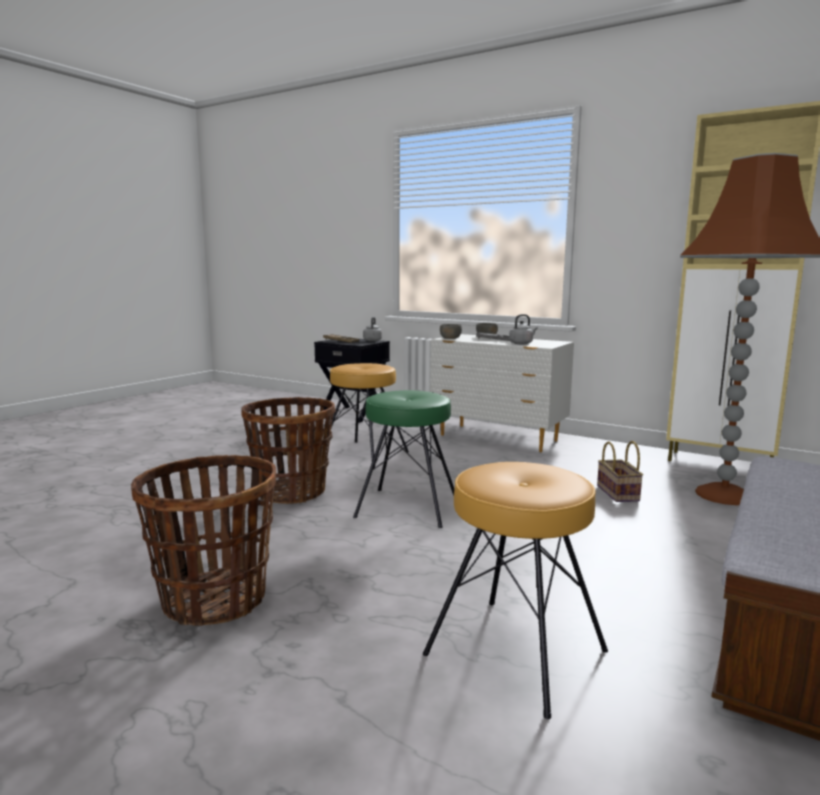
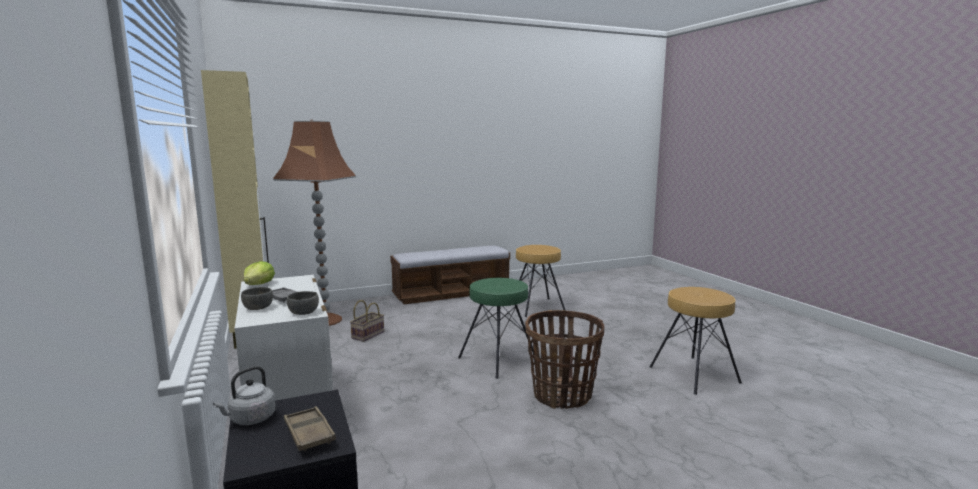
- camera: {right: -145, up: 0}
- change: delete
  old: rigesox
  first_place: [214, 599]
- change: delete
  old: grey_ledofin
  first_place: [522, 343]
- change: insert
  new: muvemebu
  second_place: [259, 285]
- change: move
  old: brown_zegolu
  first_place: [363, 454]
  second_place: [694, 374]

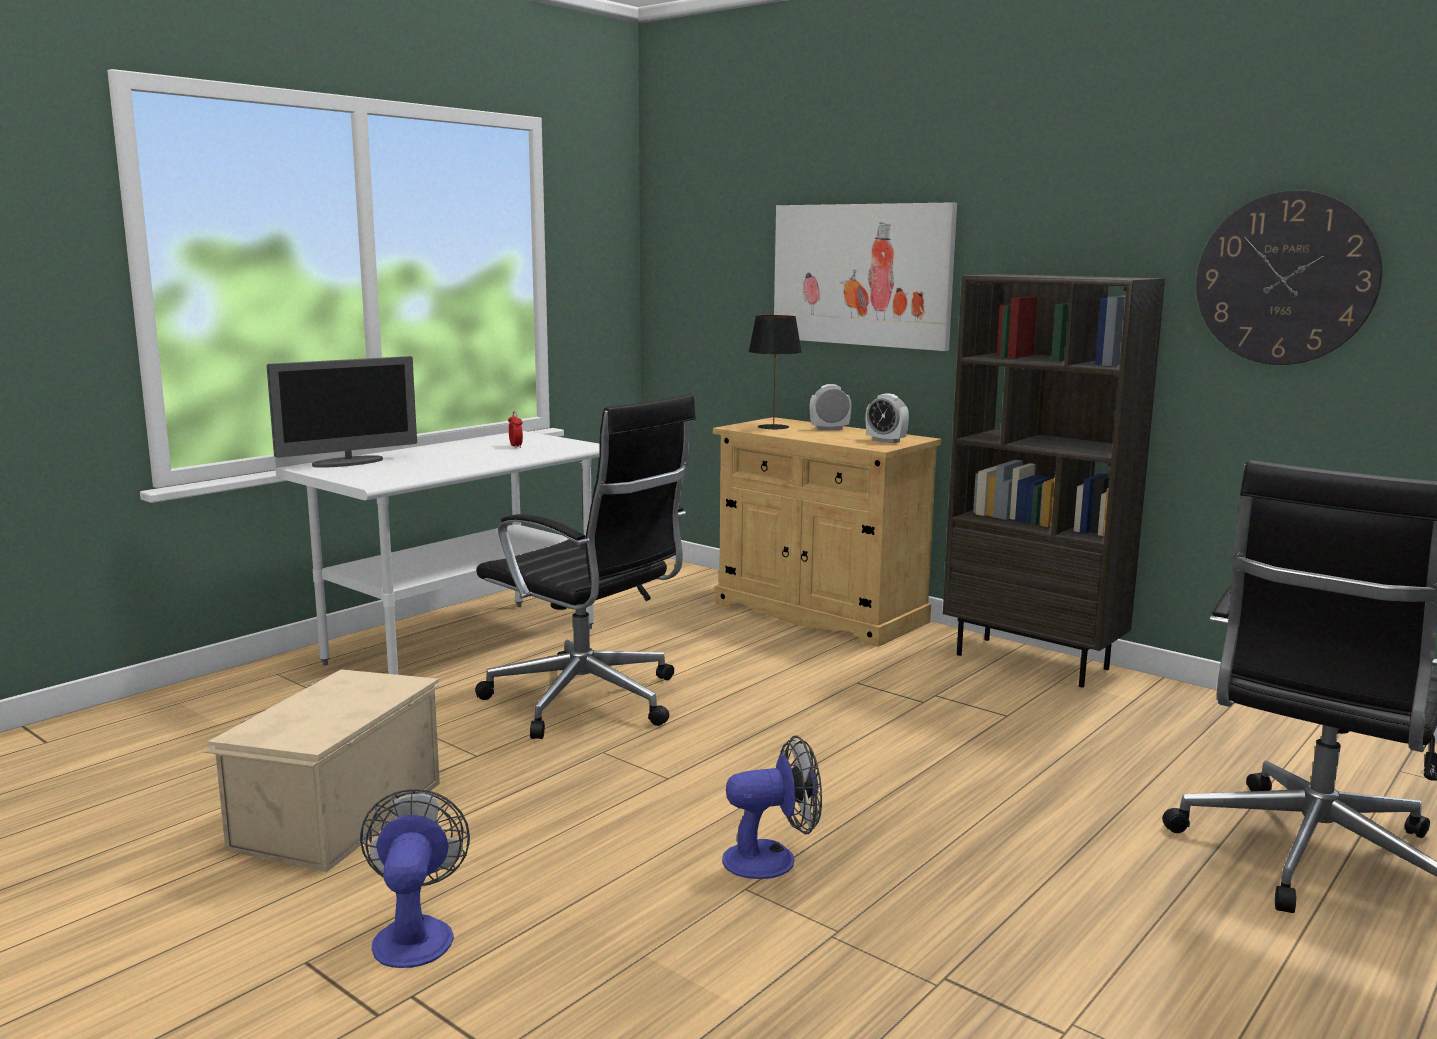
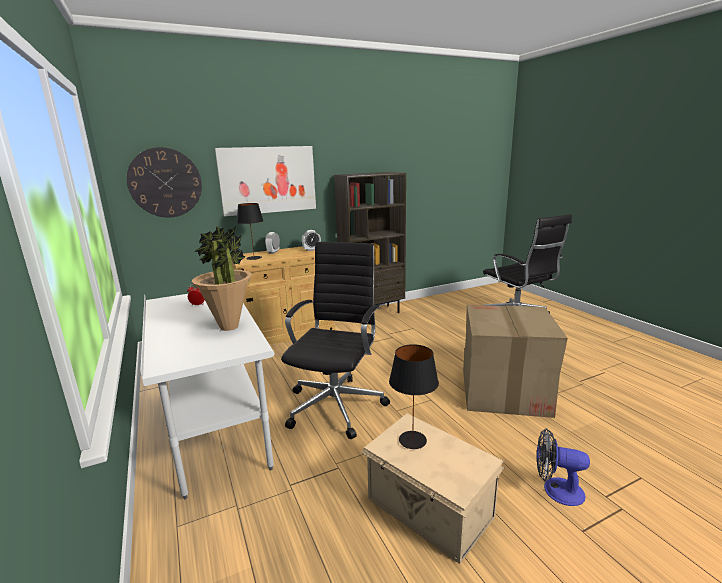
- camera: {right: -65, up: 5}
- change: delete
  old: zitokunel
  first_place: [348, 462]
- change: insert
  new: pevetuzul
  second_place: [229, 327]
- change: insert
  new: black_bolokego
  second_place: [412, 440]
- change: move
  old: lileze
  first_place: [1285, 278]
  second_place: [165, 183]
- change: replace
  old: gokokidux
  new: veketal
  first_place: [772, 858]
  second_place: [504, 391]
- change: rotate
  old: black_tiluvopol
  first_place: [588, 701]
  second_place: [337, 404]
  degrees: -45

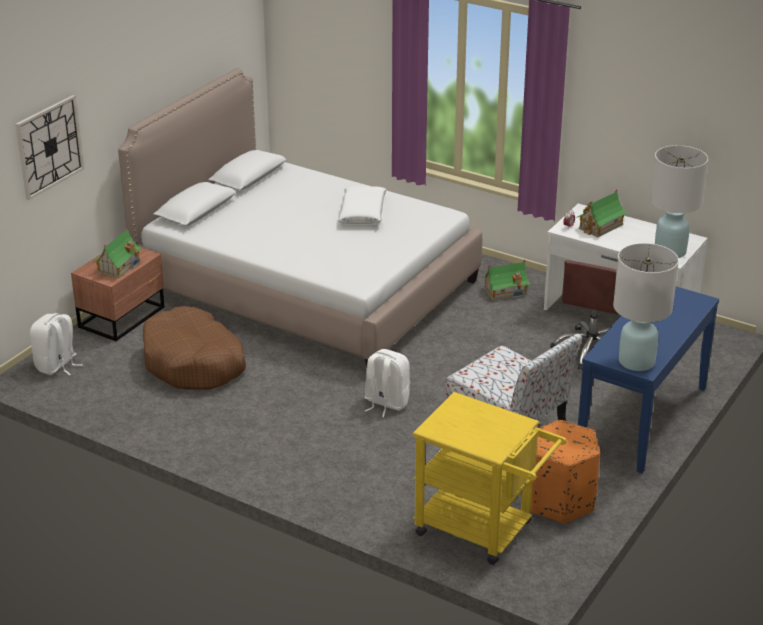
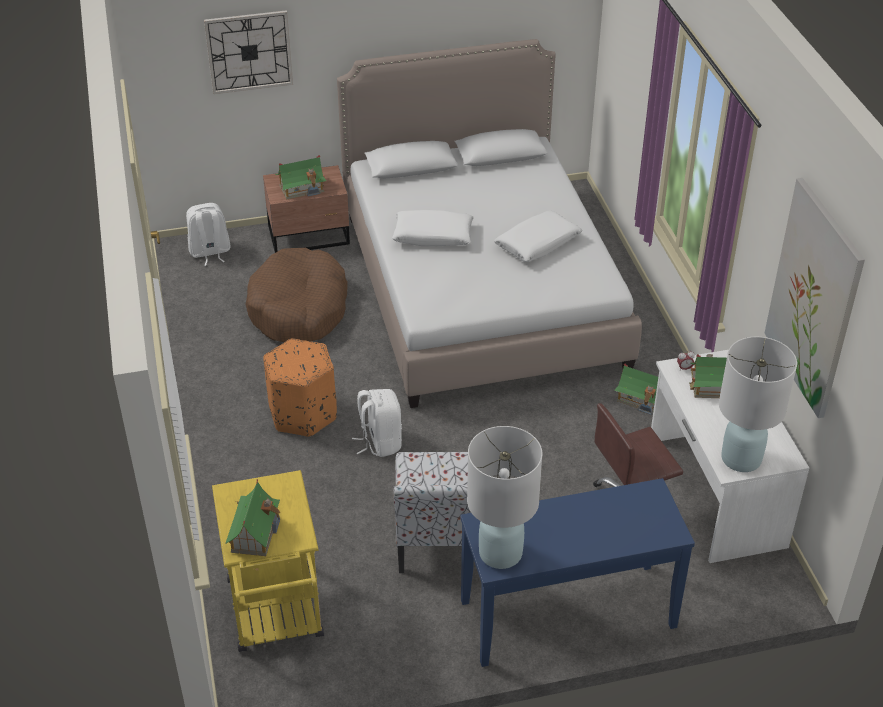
- camera: {right: 45, up: 10}
- change: insert
  new: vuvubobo
  second_place: [255, 533]
- change: insert
  new: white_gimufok
  second_place: [433, 236]
- change: insert
  new: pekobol
  second_place: [813, 299]
- change: move
  old: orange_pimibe
  first_place: [559, 501]
  second_place: [302, 414]

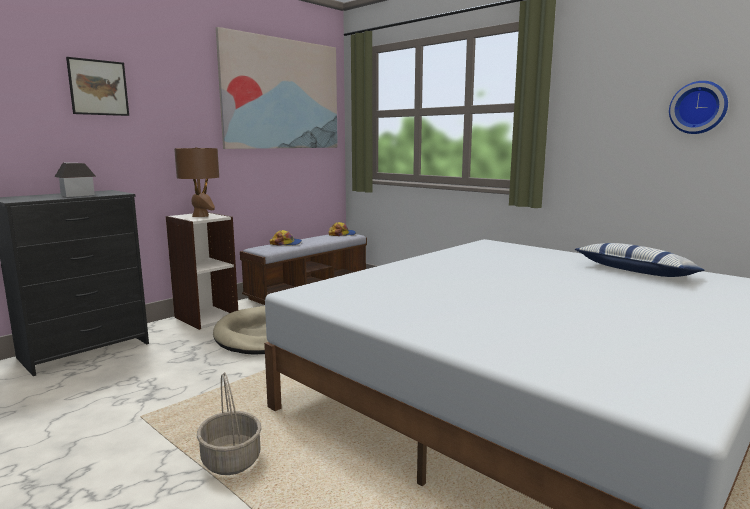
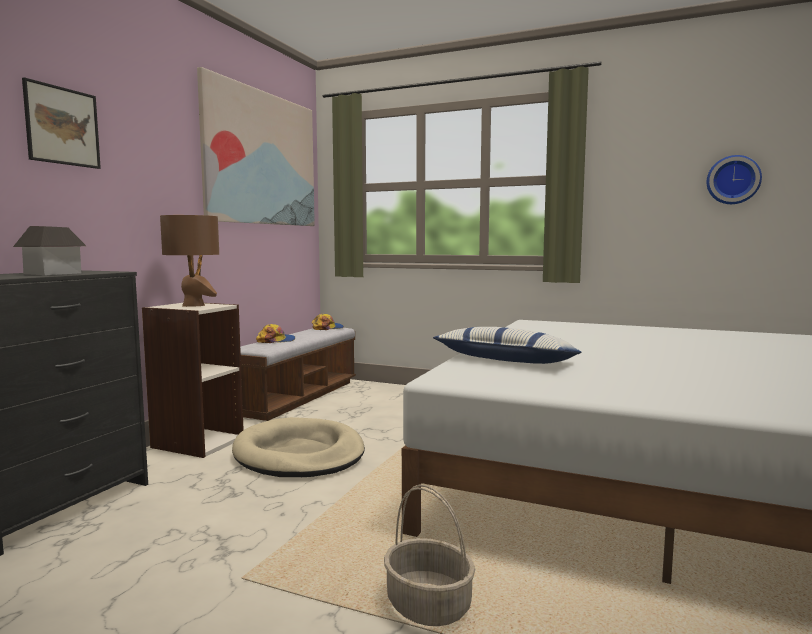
- camera: {right: -20, up: -5}
- change: move
  old: gimufok
  first_place: [635, 271]
  second_place: [506, 361]

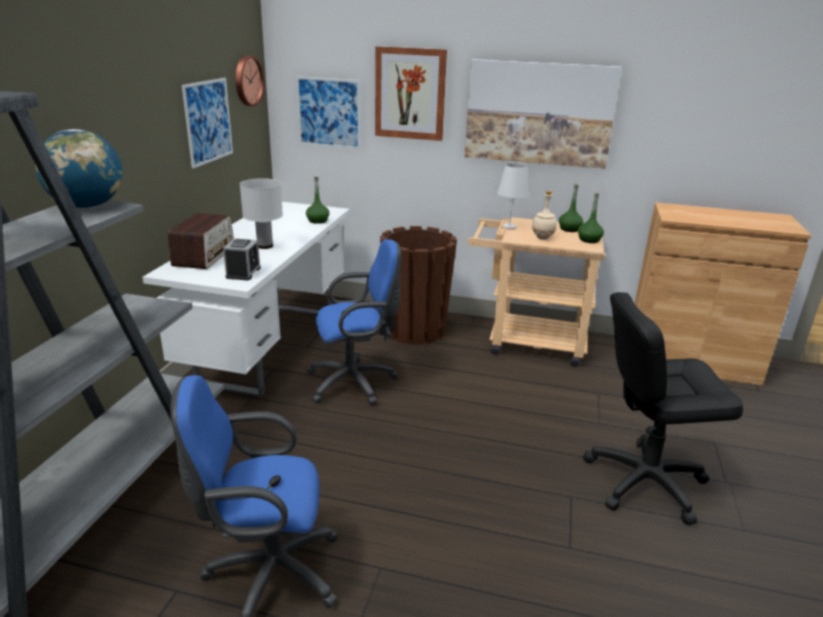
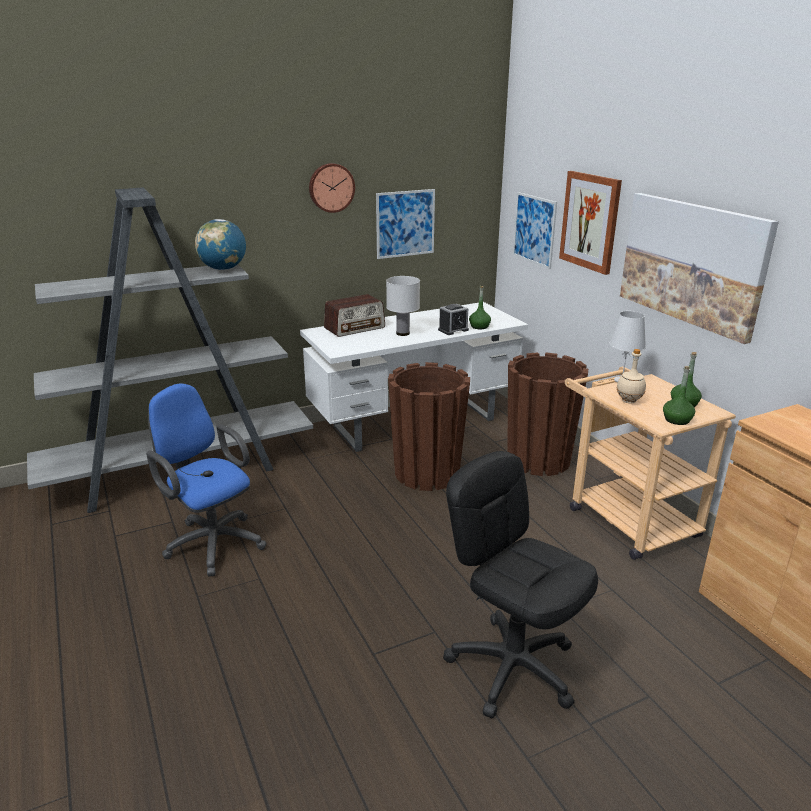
- camera: {right: 50, up: 0}
- change: move
  old: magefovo
  first_place: [243, 273]
  second_place: [453, 330]
- change: move
  old: lileze
  first_place: [247, 81]
  second_place: [331, 187]
- change: replace
  old: blue_tiluvopol
  new: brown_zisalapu
  first_place: [356, 382]
  second_place: [427, 473]

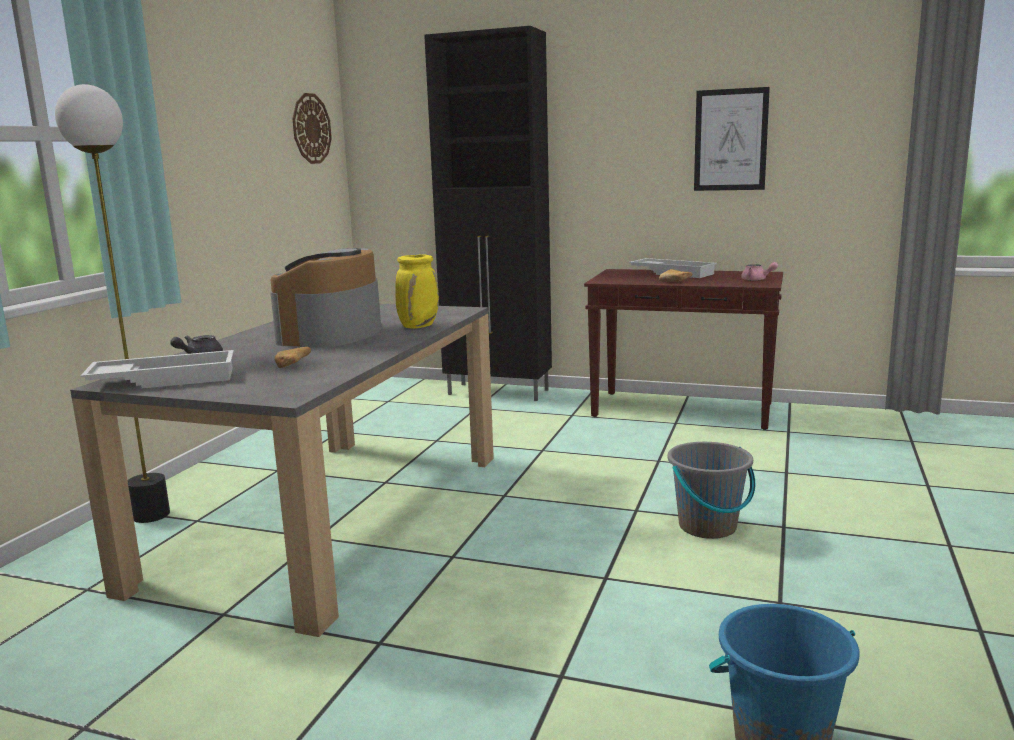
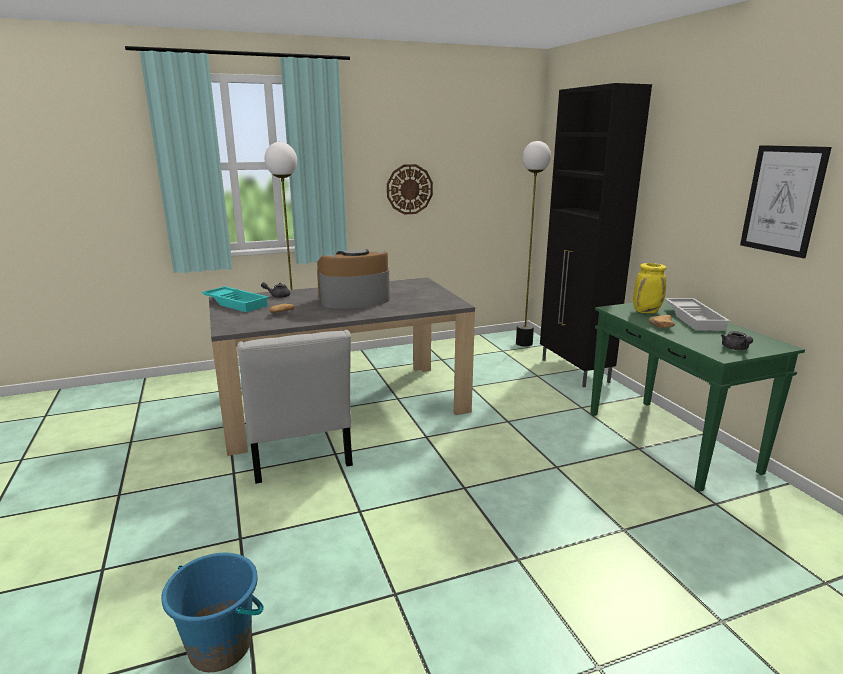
- camera: {right: 50, up: 5}
- change: delete
  old: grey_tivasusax
  first_place: [708, 527]
- change: insert
  new: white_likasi
  second_place: [299, 454]
- change: insert
  new: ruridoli
  second_place: [523, 343]
- change: move
  old: lileze
  first_place: [311, 128]
  second_place: [409, 189]
- change: move
  old: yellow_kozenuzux
  first_place: [419, 326]
  second_place: [646, 311]
- change: recolor
  old: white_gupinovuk
  new: turquoise_gupinovuk
  first_place: [165, 379]
  second_place: [236, 303]
- change: recolor
  old: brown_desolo
  new: green_desolo
  first_place: [684, 410]
  second_place: [670, 442]
- change: recolor
  old: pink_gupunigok
  new: grey_gupunigok
  first_place: [757, 280]
  second_place: [735, 349]

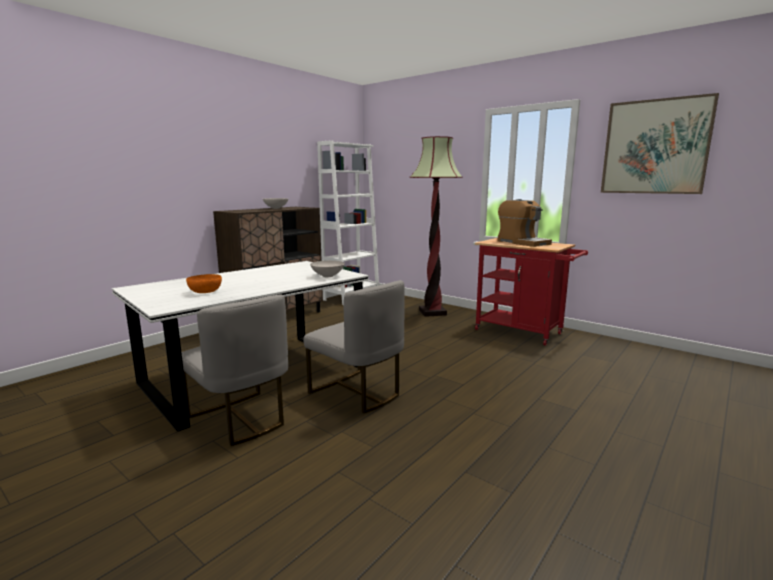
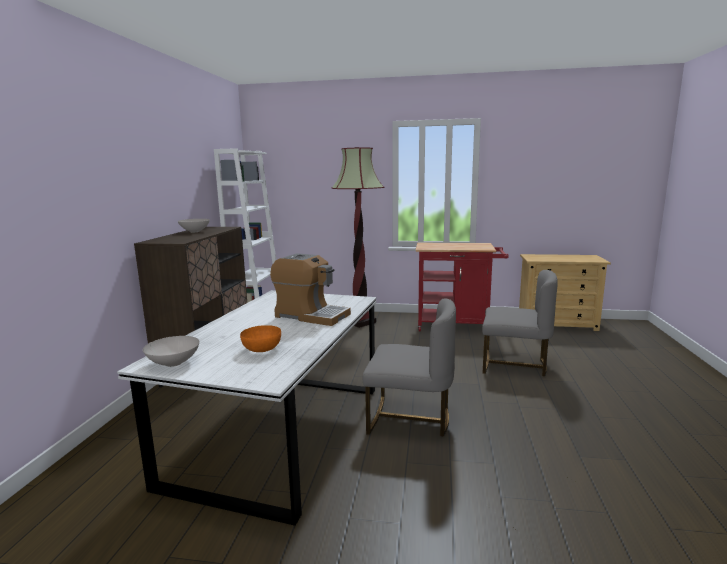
- camera: {right: -30, up: 0}
- change: delete
  old: pekobol
  first_place: [655, 147]
- change: insert
  new: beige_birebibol
  second_place: [557, 323]
- change: move
  old: grey_likasi
  first_place: [240, 419]
  second_place: [514, 365]
- change: move
  old: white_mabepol
  first_place: [328, 276]
  second_place: [173, 363]
- change: move
  old: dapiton
  first_place: [522, 242]
  second_place: [311, 315]

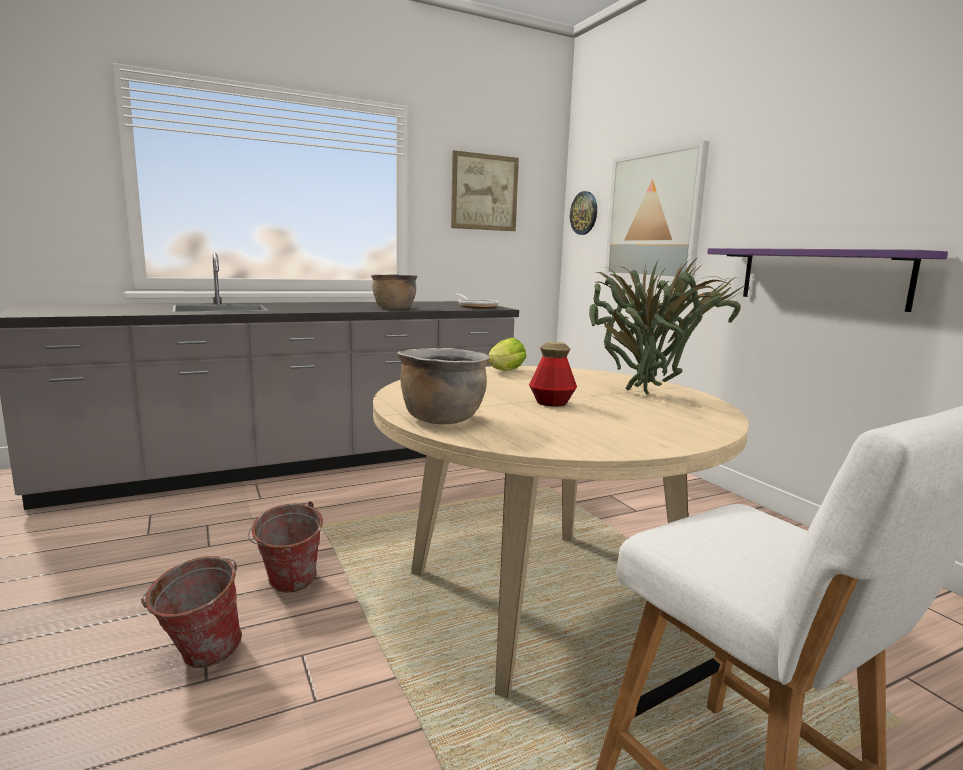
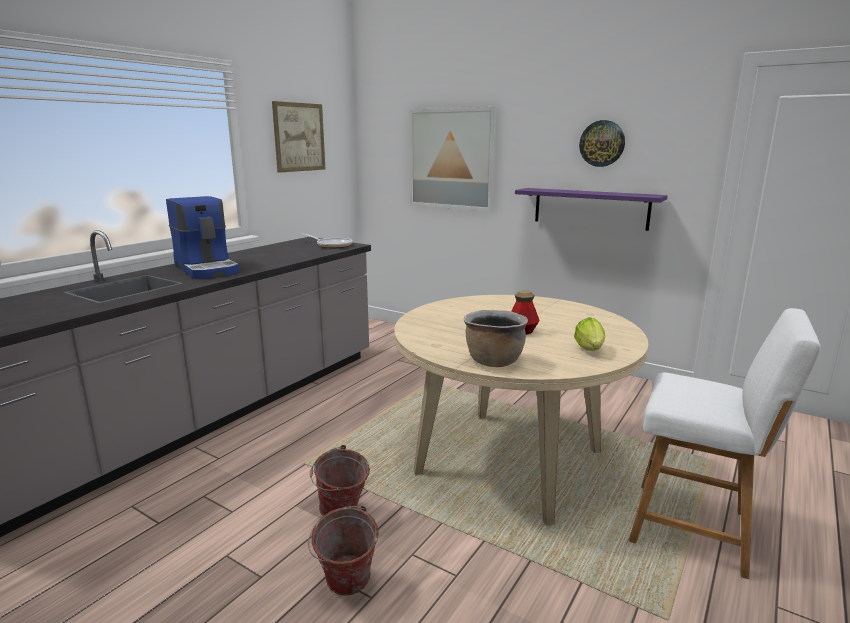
- camera: {right: -30, up: 5}
- change: delete
  old: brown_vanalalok
  first_place: [394, 308]
- change: delete
  old: pevetuzul
  first_place: [647, 396]
- change: insert
  new: dapiton
  second_place: [208, 269]
- change: move
  old: muvemebu
  first_place: [504, 371]
  second_place: [590, 350]
- change: move
  old: lileze
  first_place: [584, 213]
  second_place: [602, 143]

